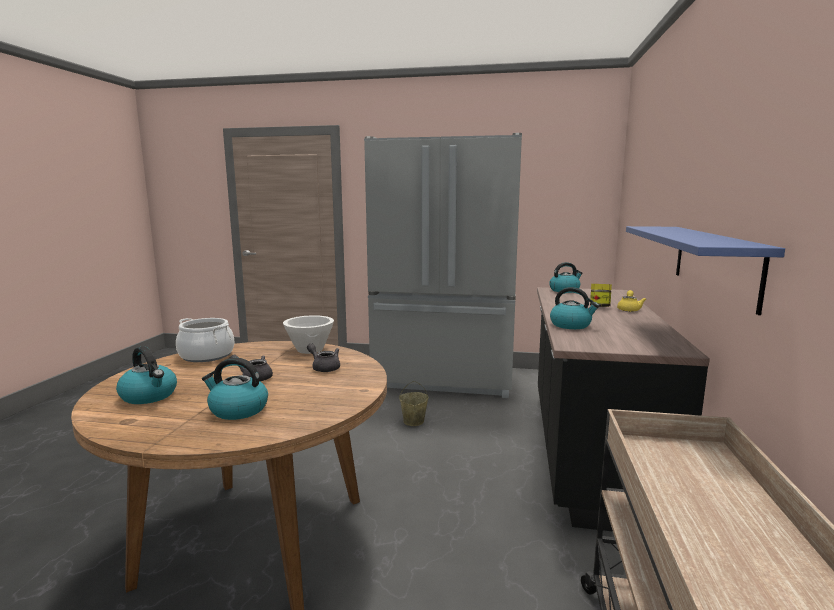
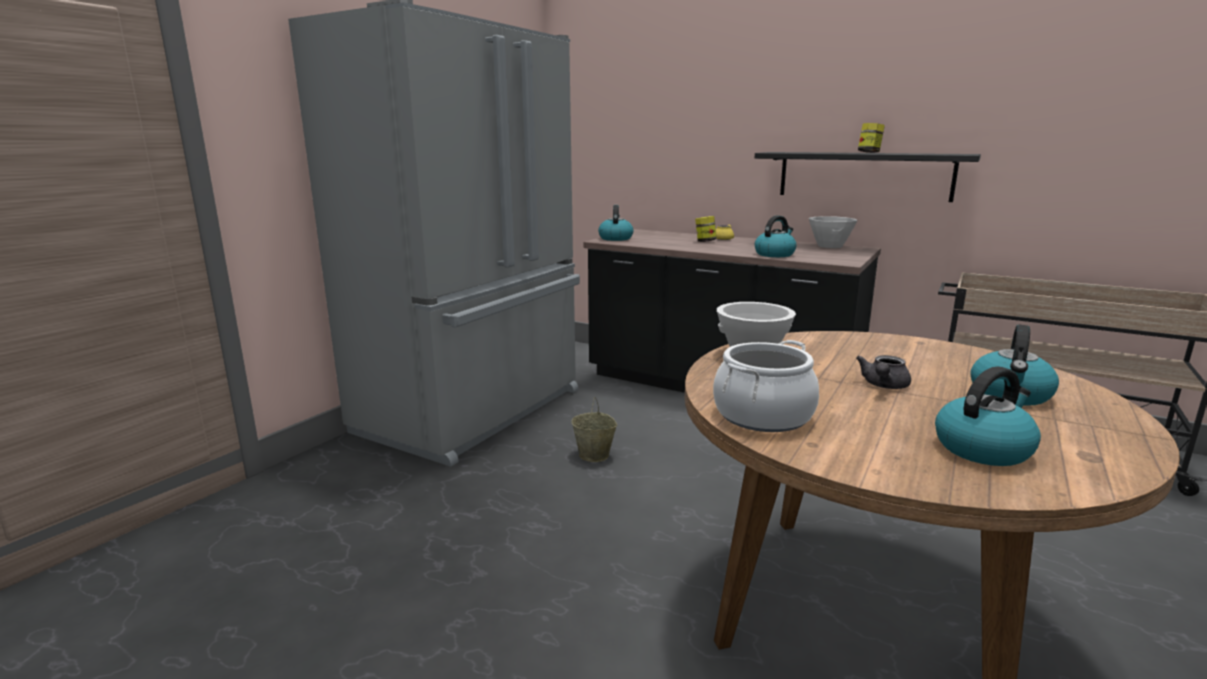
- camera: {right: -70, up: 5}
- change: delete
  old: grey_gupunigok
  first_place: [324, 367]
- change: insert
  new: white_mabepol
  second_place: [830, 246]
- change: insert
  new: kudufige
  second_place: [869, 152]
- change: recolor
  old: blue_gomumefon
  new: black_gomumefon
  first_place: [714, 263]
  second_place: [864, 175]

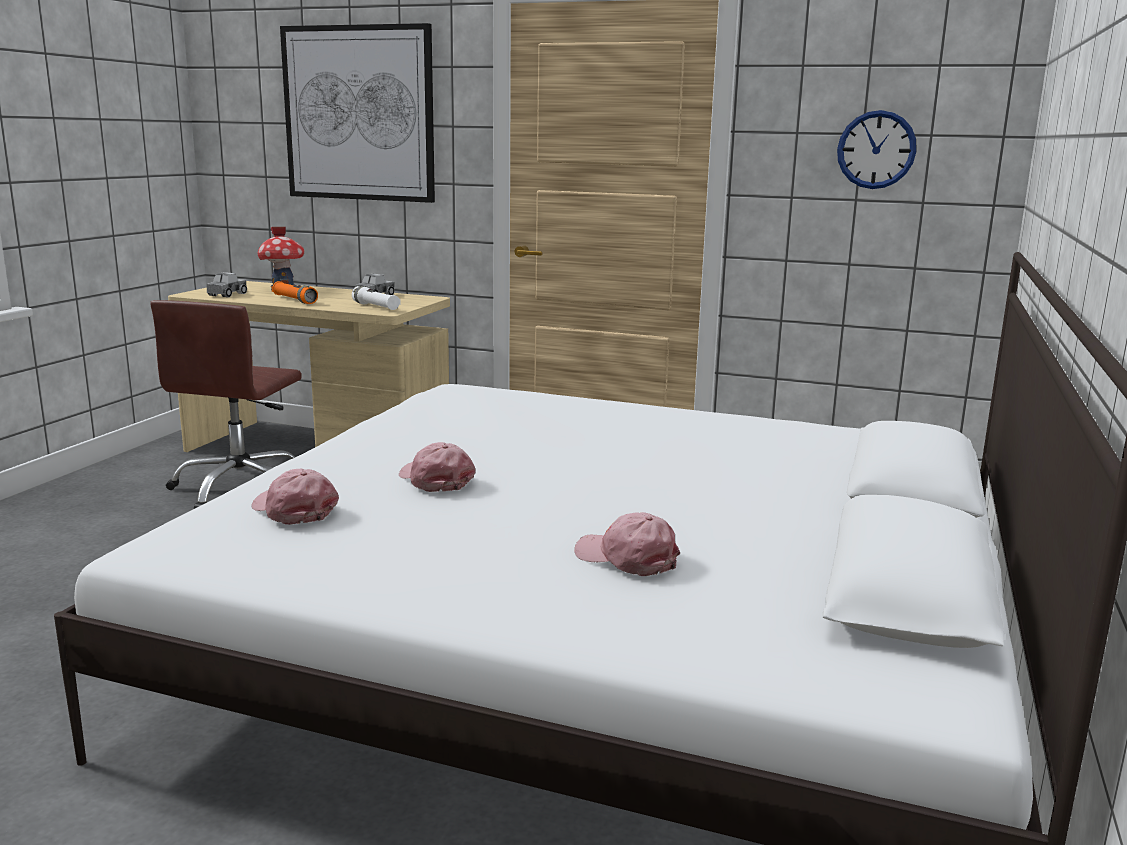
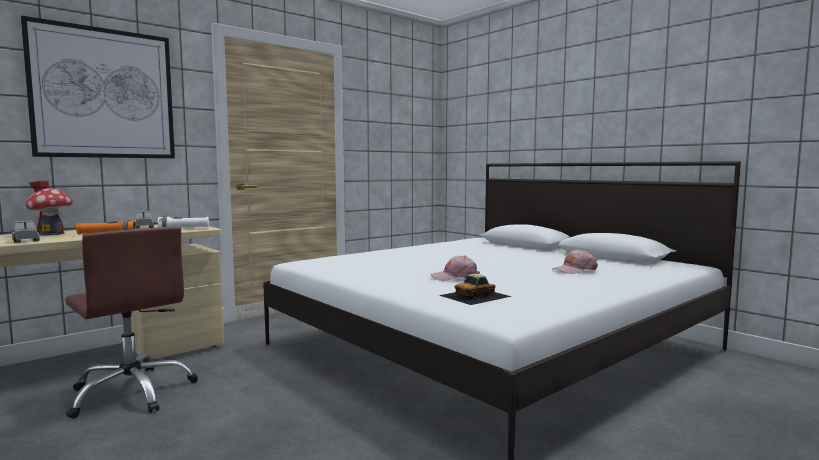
- camera: {right: -60, up: -10}
- change: delete
  old: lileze
  first_place: [876, 150]
- change: replace
  old: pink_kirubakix
  new: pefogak
  first_place: [294, 509]
  second_place: [475, 296]

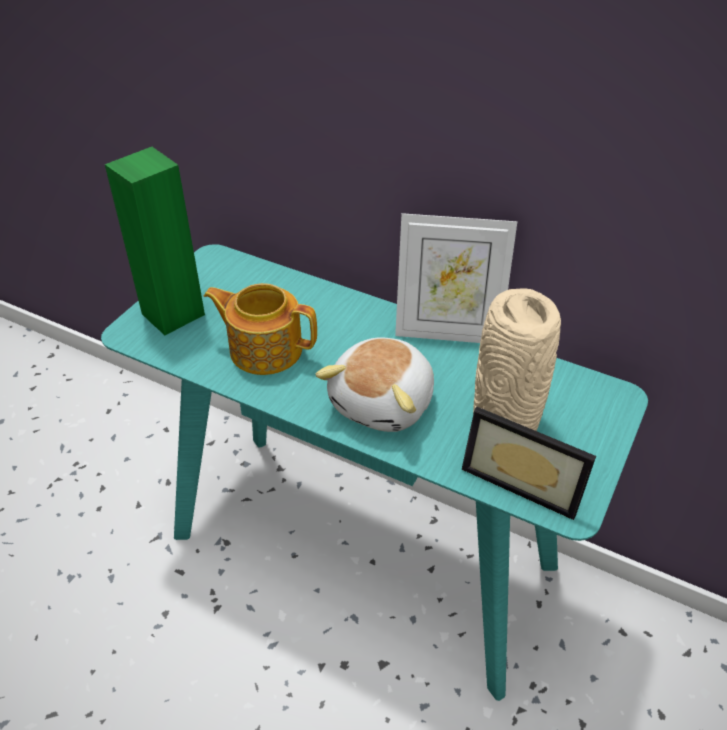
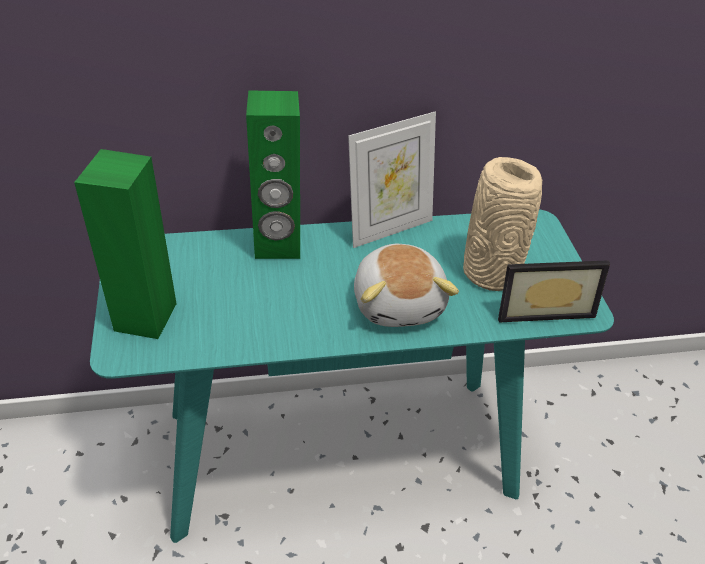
- camera: {right: -40, up: 0}
- change: delete
  old: gupunigok
  first_place: [264, 349]
- change: insert
  new: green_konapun
  second_place: [278, 245]

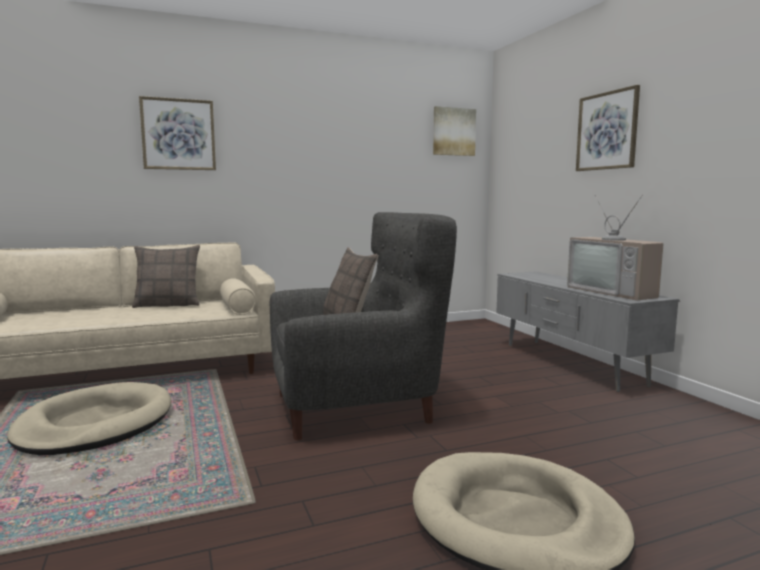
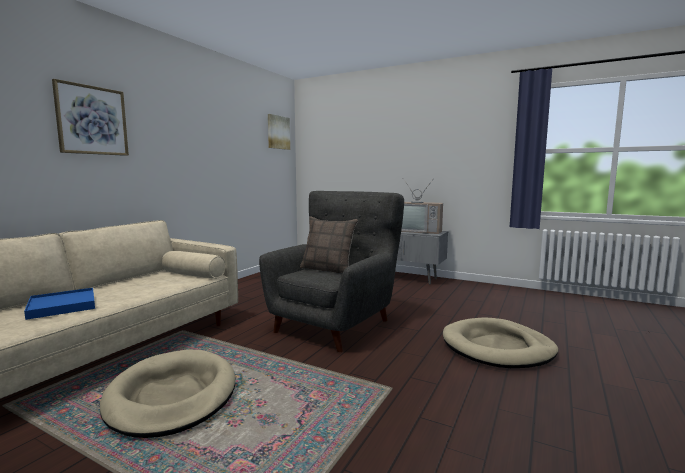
- camera: {right: -40, up: 0}
- change: delete
  old: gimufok
  first_place: [168, 305]
- change: delete
  old: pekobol
  first_place: [607, 131]
- change: insert
  new: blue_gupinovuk
  second_place: [62, 306]

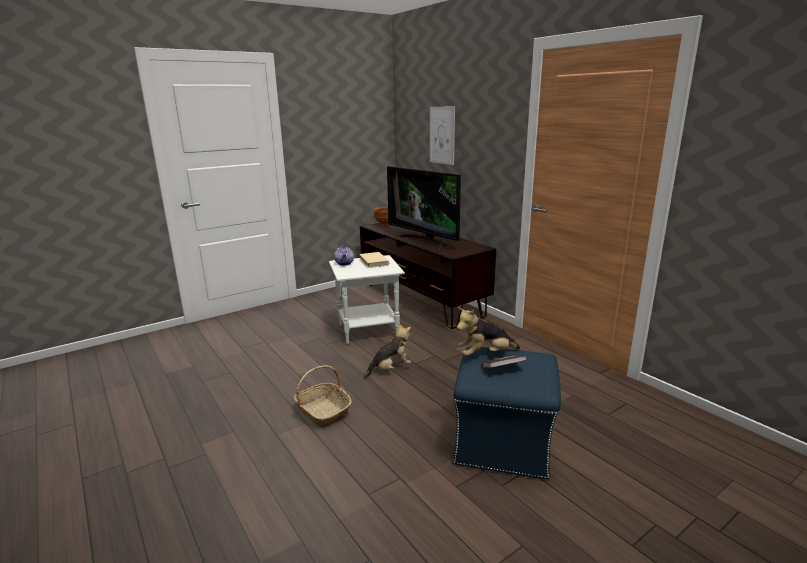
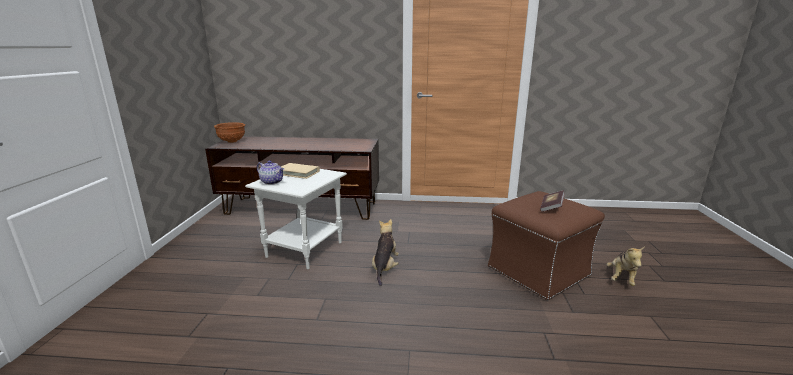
- camera: {right: -50, up: 0}
- change: delete
  old: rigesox
  first_place: [322, 411]
- change: delete
  old: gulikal
  first_place: [424, 240]
- change: delete
  old: pekobol
  first_place: [442, 135]
- change: move
  old: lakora
  first_place: [485, 355]
  second_place: [621, 278]
- change: recolor
  old: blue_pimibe
  new: brown_pimibe
  first_place: [504, 443]
  second_place: [539, 271]

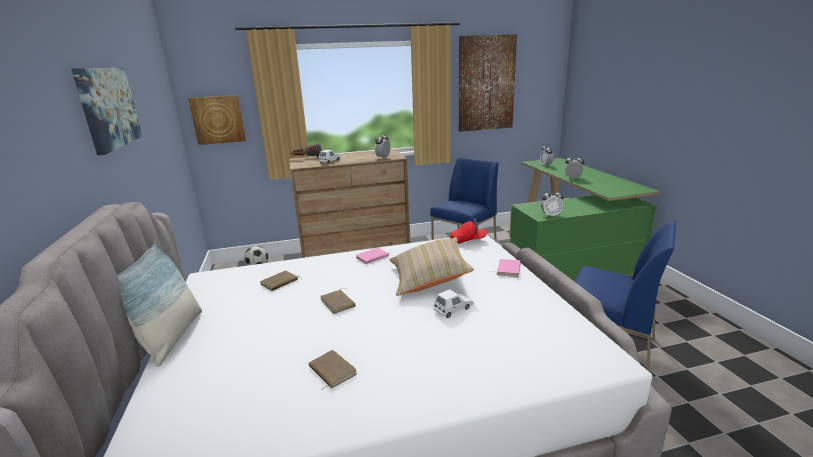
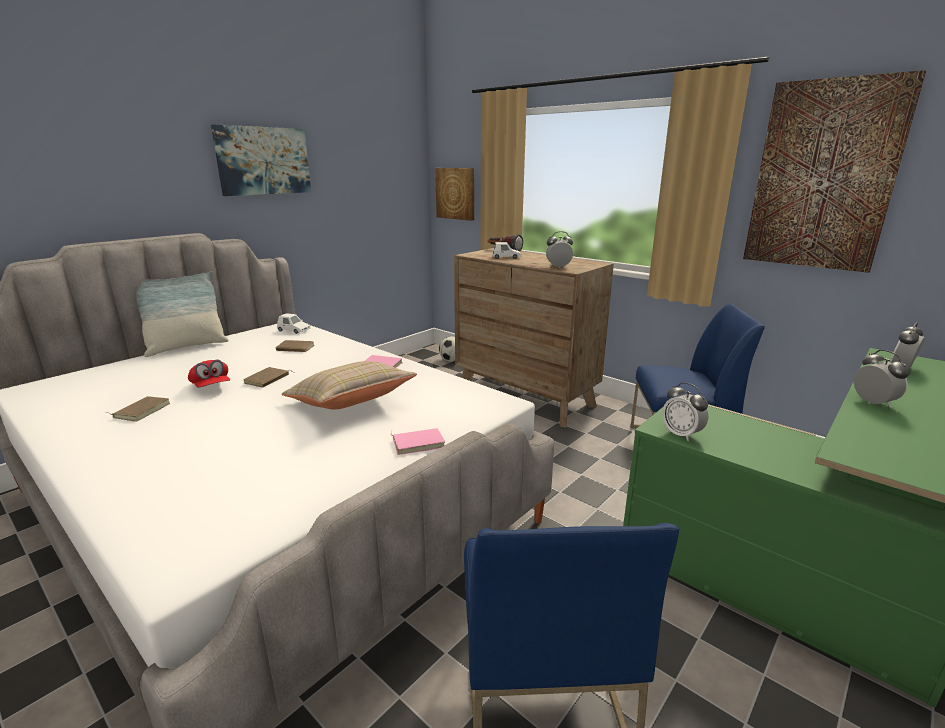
- camera: {right: 55, up: 0}
- change: move
  old: white_pefogak
  first_place: [453, 309]
  second_place: [294, 330]
- change: move
  old: red_kirubakix
  first_place: [468, 240]
  second_place: [211, 387]

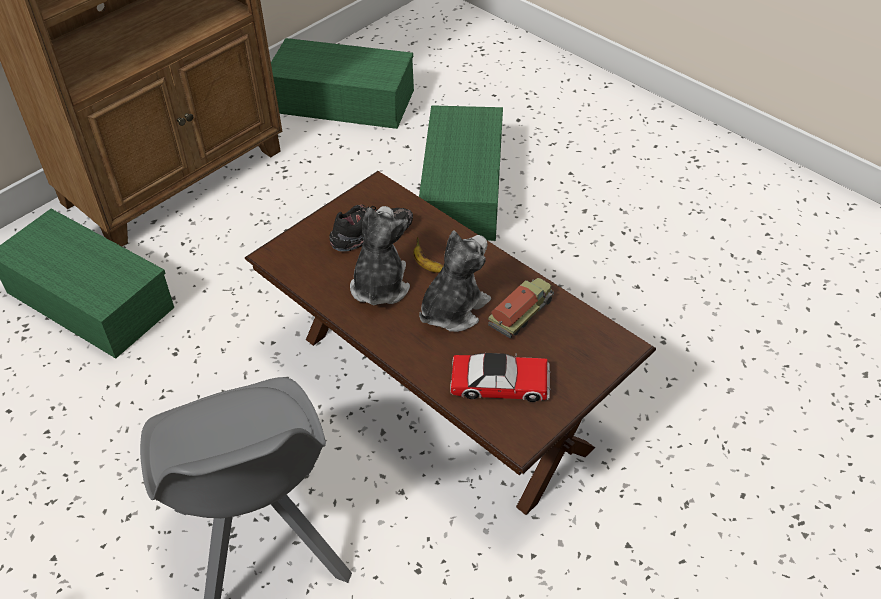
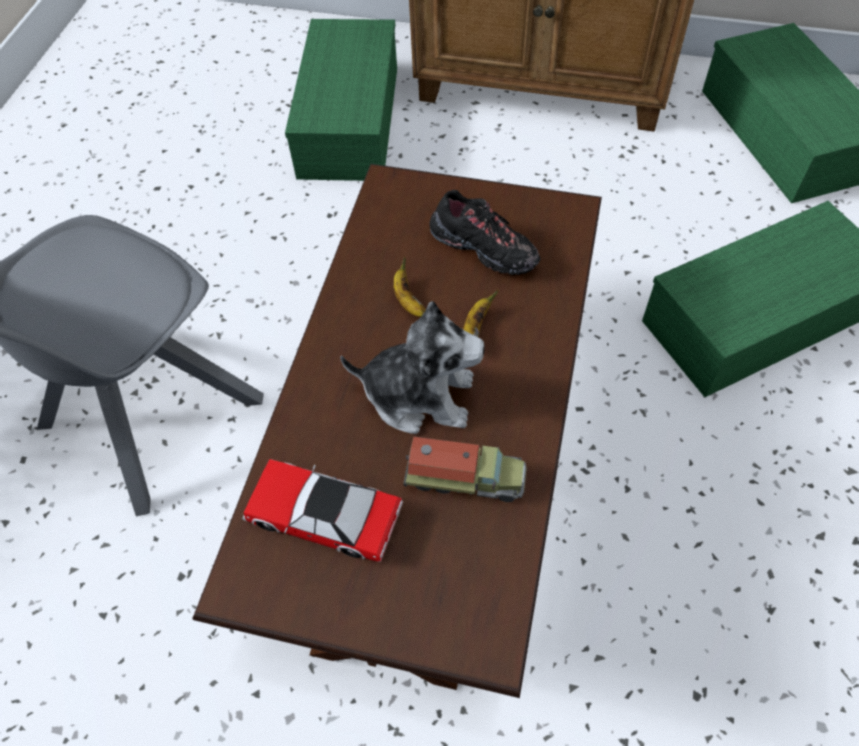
- camera: {right: 60, up: 10}
- change: replace
  old: lakora
  new: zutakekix
  first_place: [379, 285]
  second_place: [408, 300]
- change: rotate
  old: pefogak
  first_place: [501, 384]
  second_place: [324, 515]
  degrees: 135

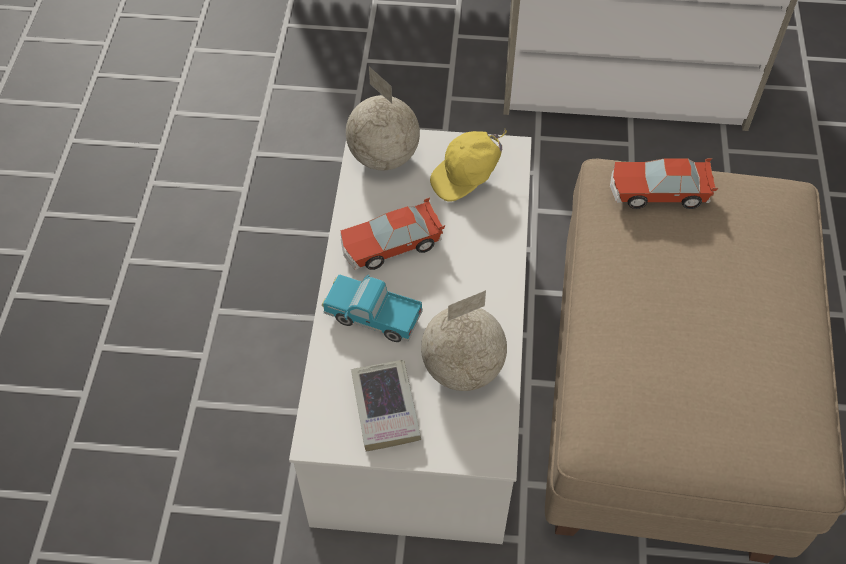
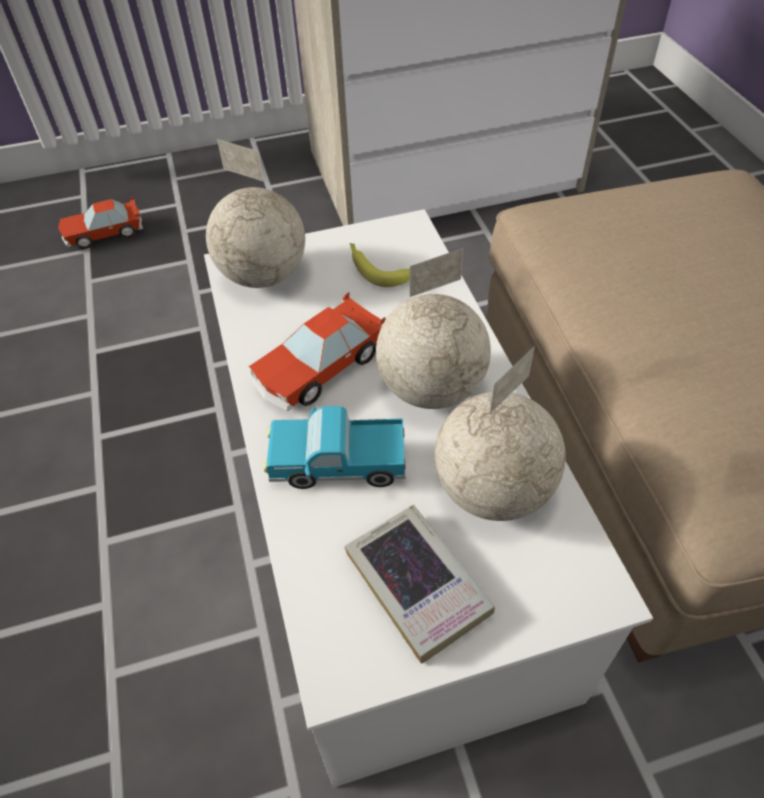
- camera: {right: -20, up: -5}
- change: insert
  new: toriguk
  second_place: [429, 388]
- change: move
  old: pefogak
  first_place: [658, 192]
  second_place: [104, 234]
- change: replace
  old: yellow_kirubakix
  new: zutakekix
  first_place: [467, 178]
  second_place: [375, 268]

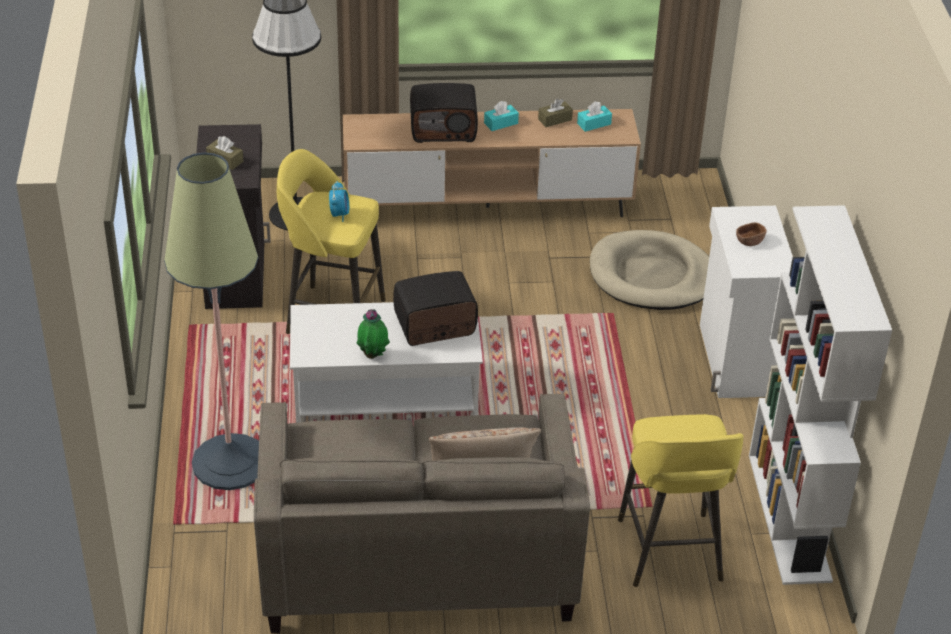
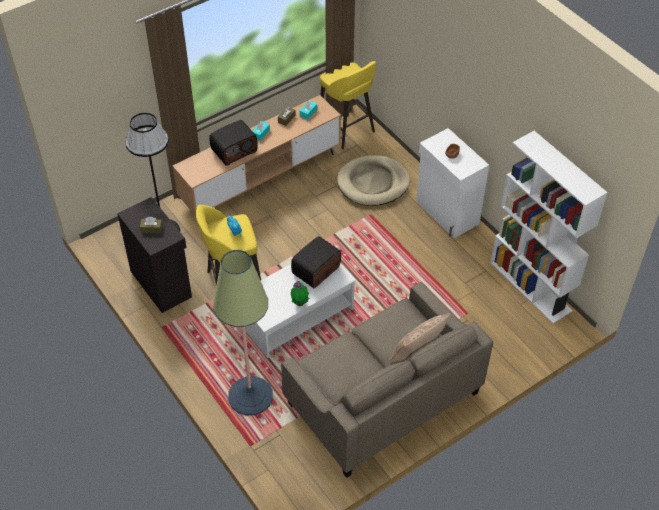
- camera: {right: -30, up: 10}
- change: move
  old: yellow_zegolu
  first_place: [670, 553]
  second_place: [347, 130]

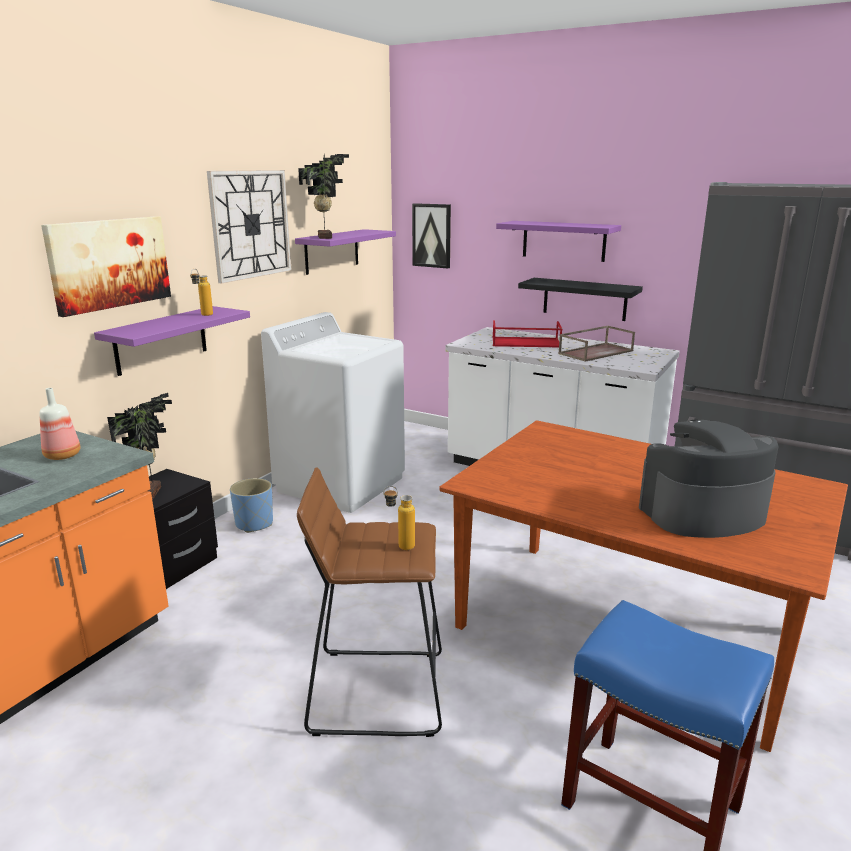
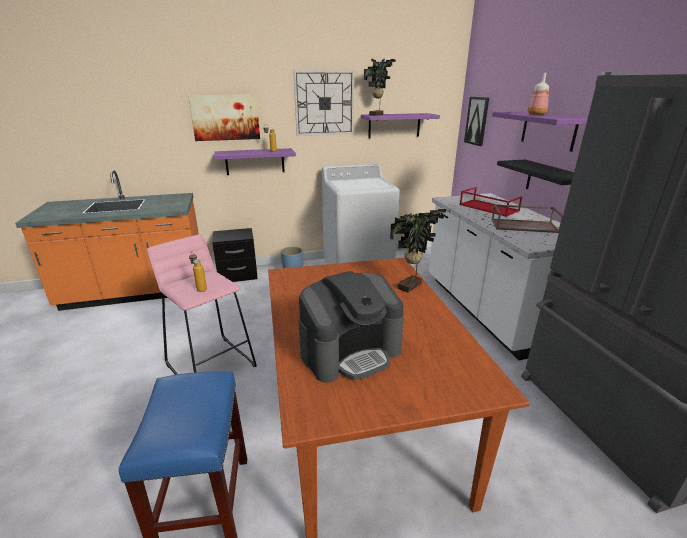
- camera: {right: 45, up: 5}
- change: move
  old: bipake
  first_place: [63, 455]
  second_place: [537, 114]
- change: move
  old: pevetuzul
  first_place: [151, 493]
  second_place: [411, 286]
- change: recolor
  old: brown_zegolu
  new: pink_zegolu
  first_place: [376, 690]
  second_place: [212, 365]
- change: rotate
  old: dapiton
  first_place: [701, 513]
  second_place: [350, 351]
  degrees: 120

